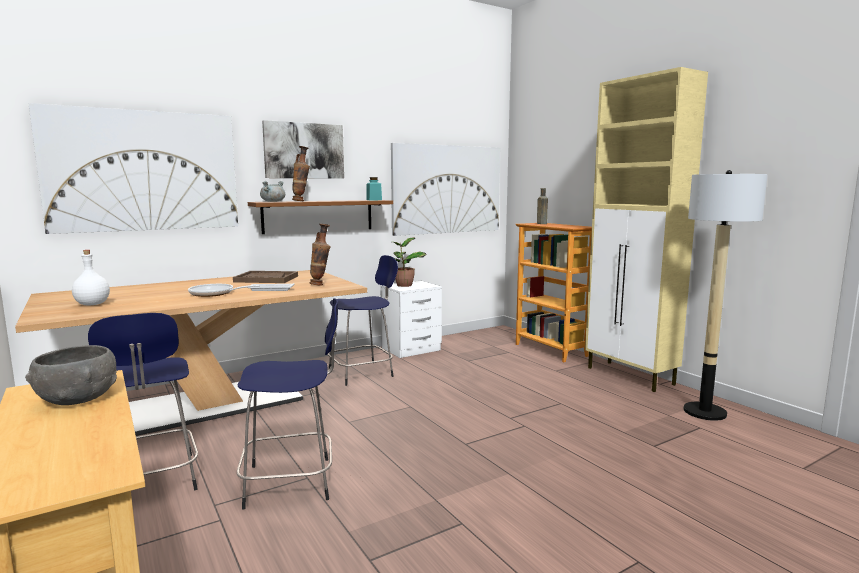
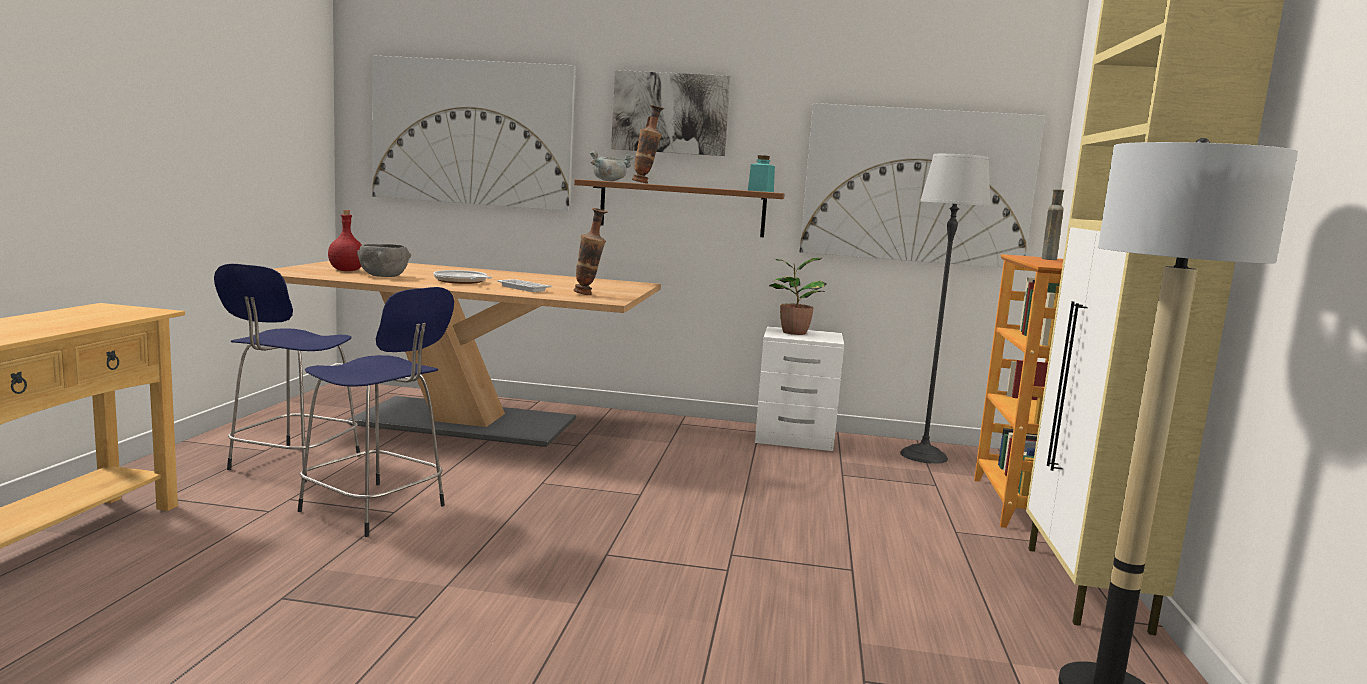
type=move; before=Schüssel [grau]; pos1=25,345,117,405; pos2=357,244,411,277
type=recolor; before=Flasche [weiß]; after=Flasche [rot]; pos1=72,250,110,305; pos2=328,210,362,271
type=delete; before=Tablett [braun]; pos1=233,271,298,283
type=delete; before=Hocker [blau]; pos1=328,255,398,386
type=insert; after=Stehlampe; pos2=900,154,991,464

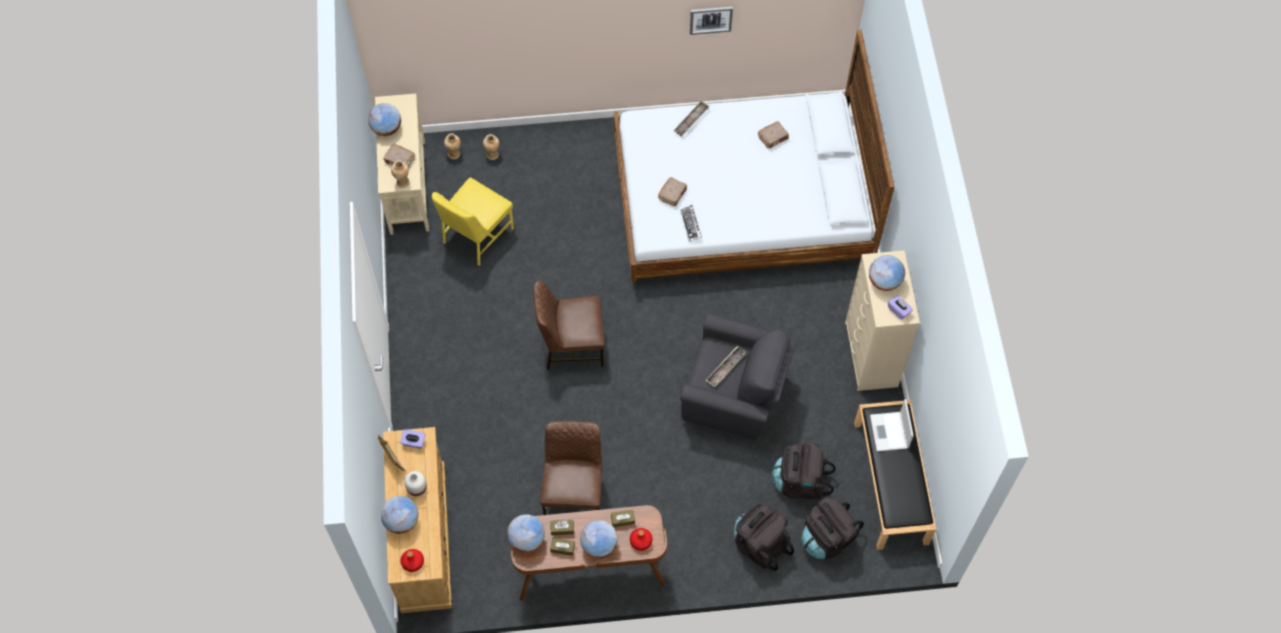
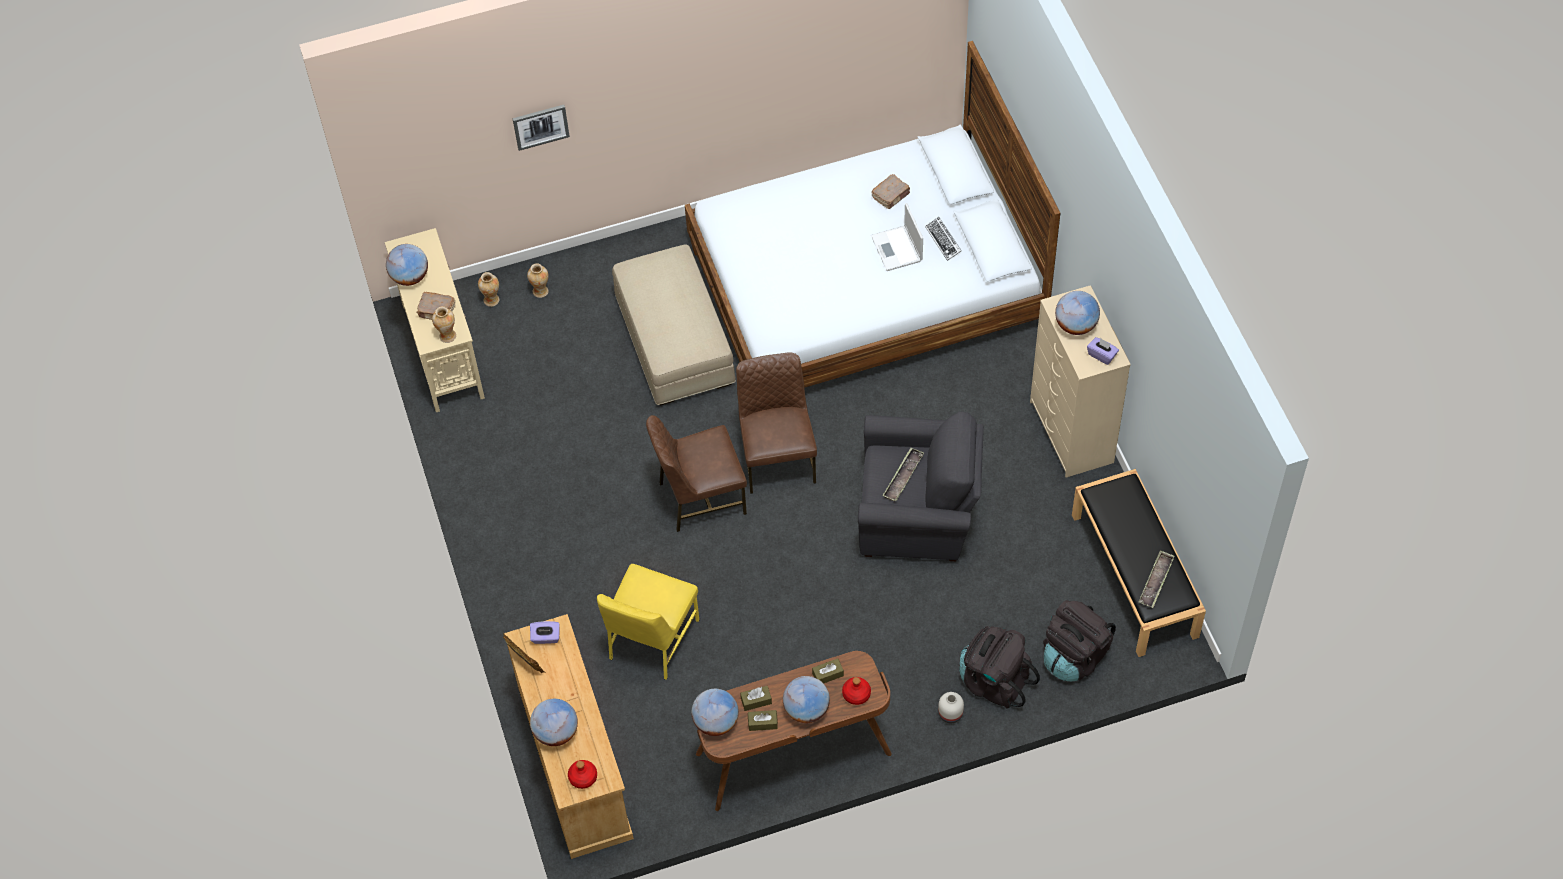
type=move; before=Vase [weiß]; pos1=404,471,427,496; pos2=938,692,964,723
type=move; before=Stuhl [gelb]; pos1=432,178,514,266; pos2=597,564,699,680
type=move; before=Stuhl [braun]; pos1=540,421,602,515; pos2=736,353,817,494
type=delete; before=Buch [braun]; pos1=658,177,687,206
type=move; before=Tablett; pos1=674,100,710,137; pos2=1139,550,1175,608
type=move; before=Tastatur; pos1=680,205,702,242; pos2=925,217,961,261
type=move; before=Bild; pos1=690,6,733,35; pos2=513,105,570,151
type=delete; before=Rucksack [schwarz]; pos1=771,442,836,499
type=move; before=Laptop; pos1=870,399,914,452; pos2=871,203,923,271
type=insert; after=Polsterhocker [beige]; pos2=612,245,736,406

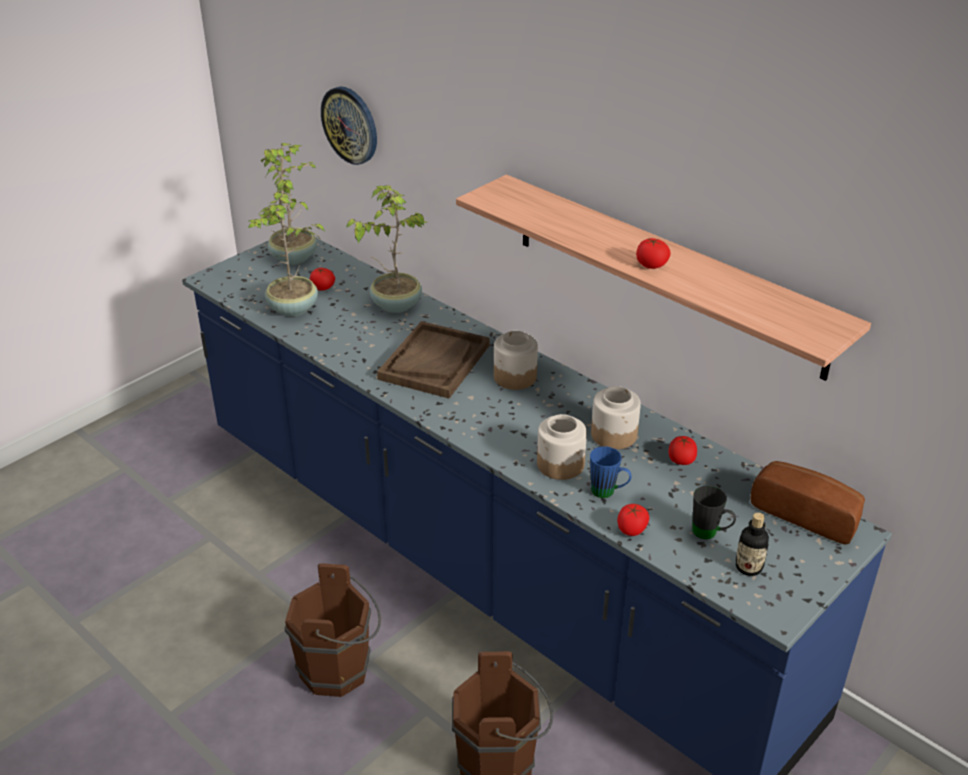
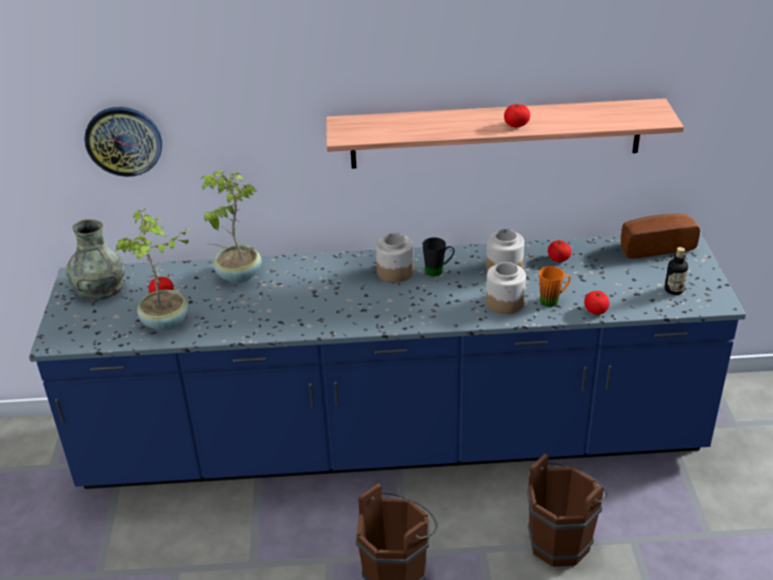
type=replace; before=Topfpflanze; after=Vase [grau]; pos1=260,143,317,265; pos2=66,219,125,300
type=delete; before=Tablett [braun]; pos1=377,321,490,398
type=recolor; before=Henkelbecher [blau]; after=Henkelbecher [orange]; pos1=590,446,632,498; pos2=539,266,571,307
type=move; before=Henkelbecher [schwarz]; pos1=692,485,736,539; pos2=422,237,454,276

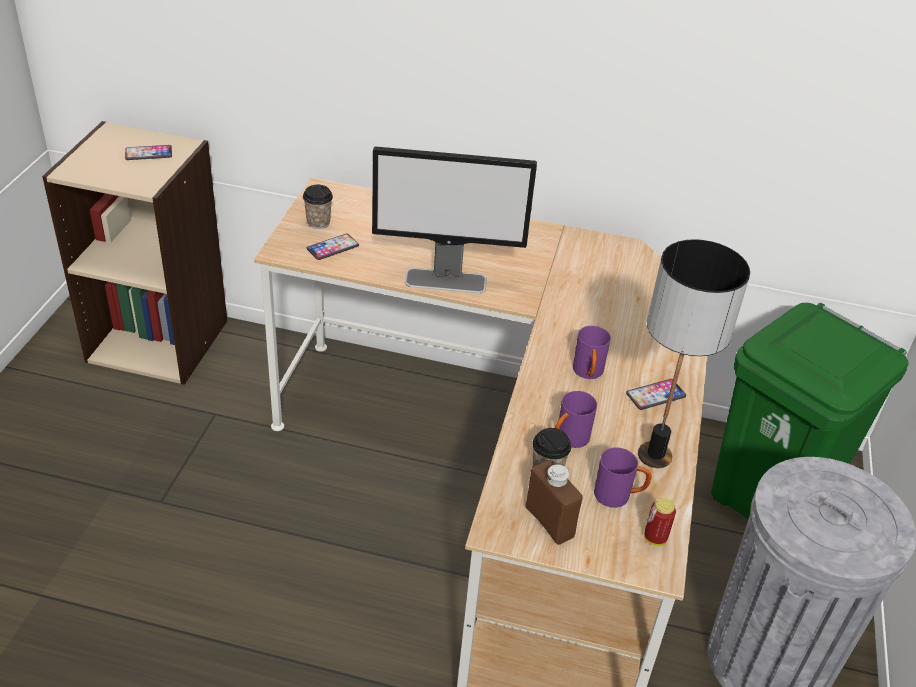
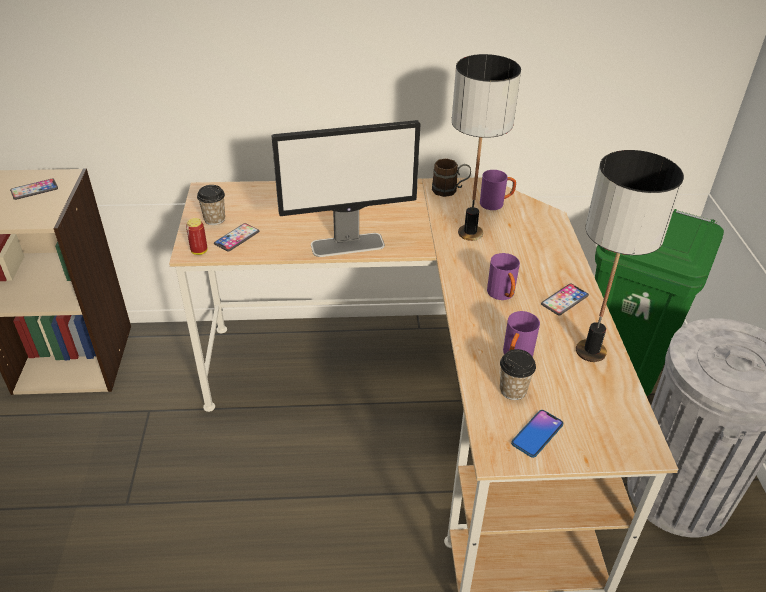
type=replace; before=Flasche [braun]; after=Handy; pos1=525,460,583,545; pos2=511,410,563,458
type=move; before=Henkelbecher [lila]; pos1=594,447,652,508; pos2=480,170,516,210
type=move; before=Dose; pos1=644,498,676,546; pos2=186,218,207,255
type=insert; after=Henkelbecher [braun]; pos2=432,158,471,197
type=insert; after=Tischlampe; pos2=451,54,521,241

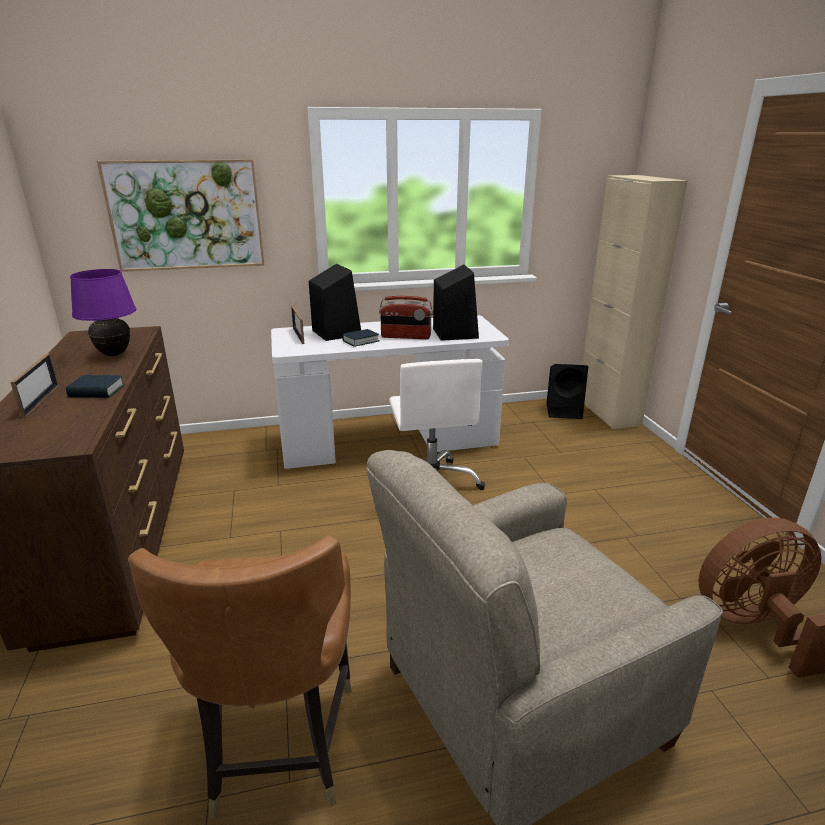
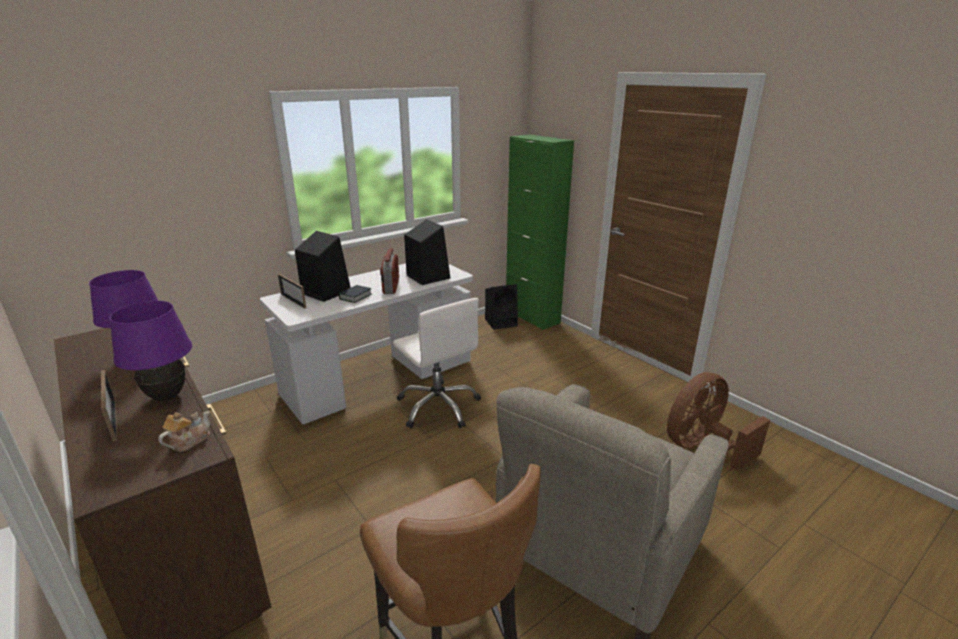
type=replace; before=Buch; after=Tischlampe [lila]; pos1=66,375,124,398; pos2=109,301,192,401
type=delete; before=Bild; pos1=97,159,264,272
type=rotate; before=Radio; pos1=379,296,433,339; pos2=380,248,399,294; turn=105
type=recolor; before=Schrank [beige]; after=Schrank [grün]; pos1=582,175,688,429; pos2=506,134,574,330
type=insert; after=Teekanne; pos2=158,411,210,452

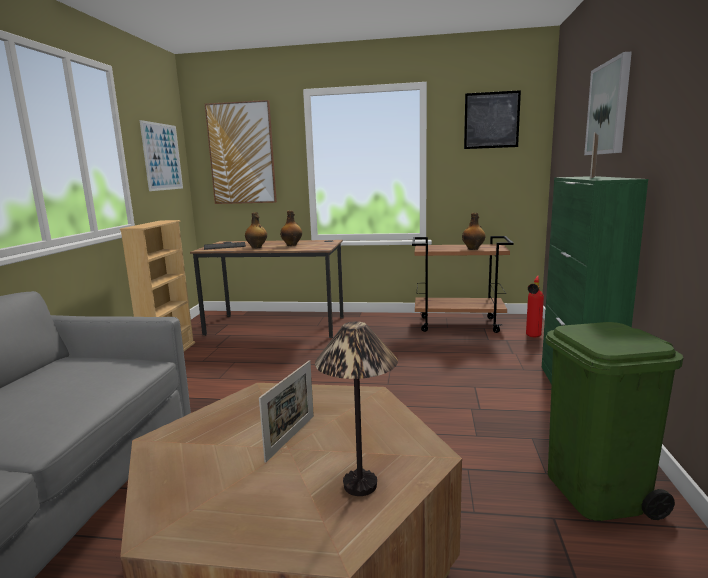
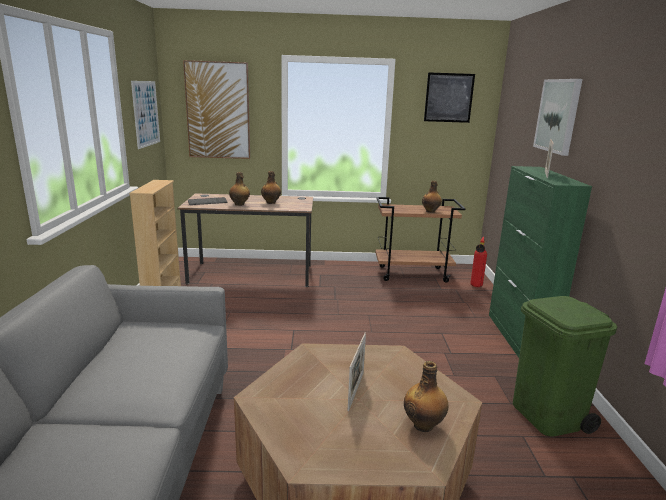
type=replace; before=Tischlampe; after=Flasche; pos1=315,321,398,496; pos2=404,361,448,432

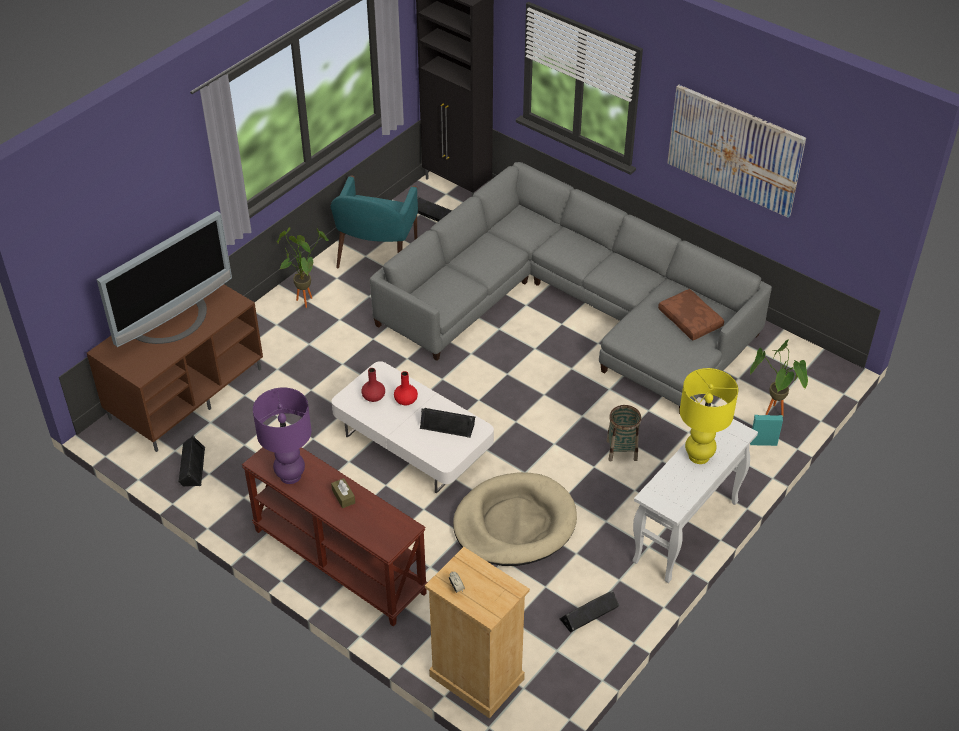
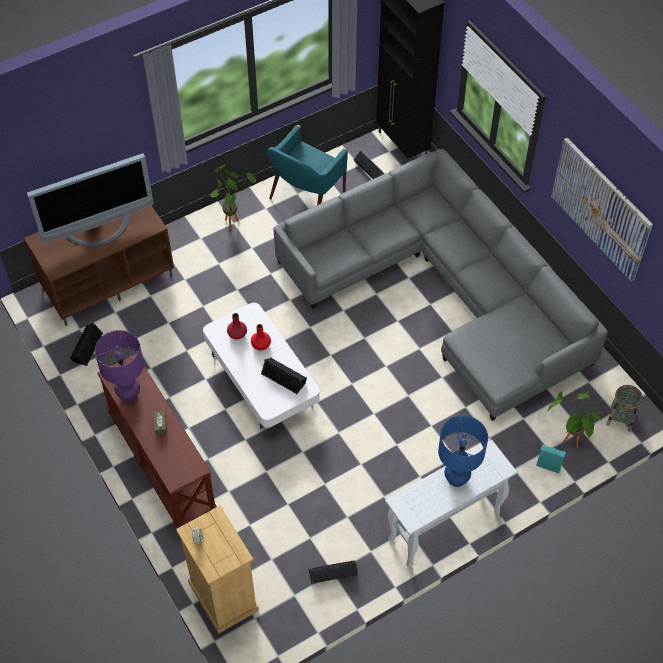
type=delete; before=Hundebett [beige]; pos1=453,472,577,566
type=move; before=Korb; pos1=606,405,641,462; pos2=606,385,643,432
type=delete; before=Kissen [braun]; pos1=658,289,724,341
type=recolor; before=Tischlampe [gelb]; after=Tischlampe [blau]; pos1=680,368,738,464; pos2=438,416,488,487

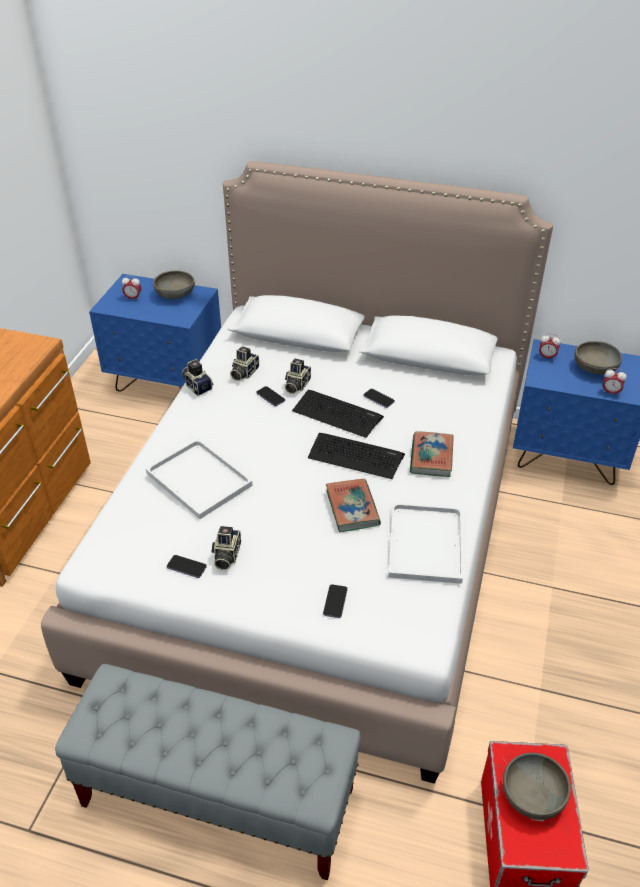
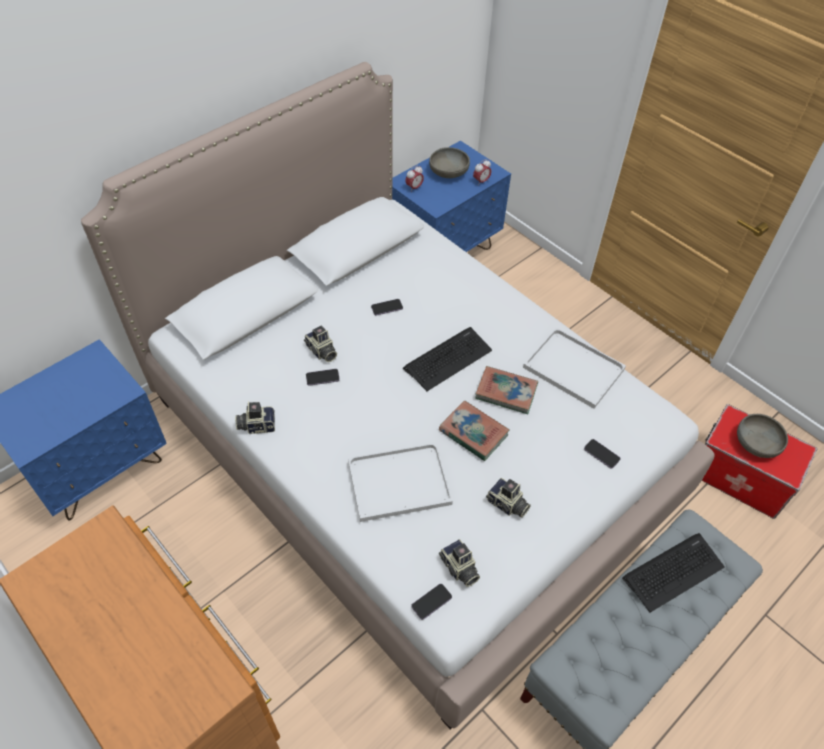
type=delete; before=Wecker; pos1=122,276,141,300
type=delete; before=Schüssel [grau]; pos1=153,270,195,299
type=move; before=Handy; pos1=167,555,207,578; pos2=411,584,452,620
type=move; before=Kamera; pos1=230,346,259,381; pos2=439,539,480,587
type=move; before=Tastatur; pos1=292,390,384,438; pos2=622,533,725,613
type=move; before=Buch; pos1=410,431,454,477; pos2=439,400,510,461

